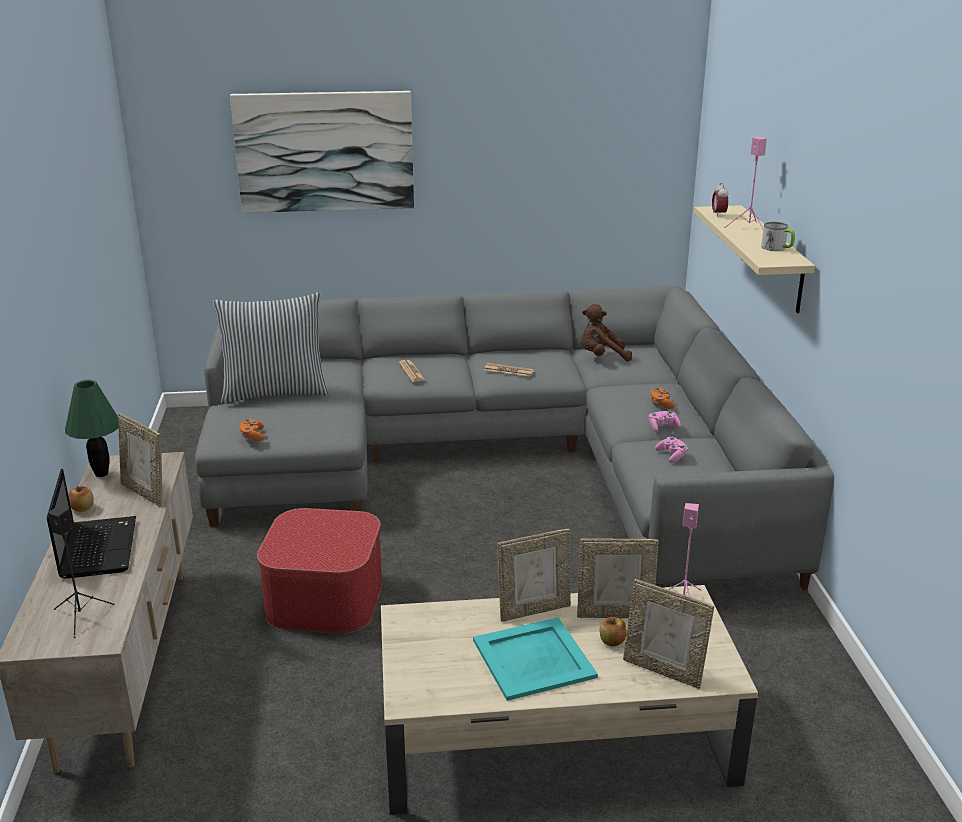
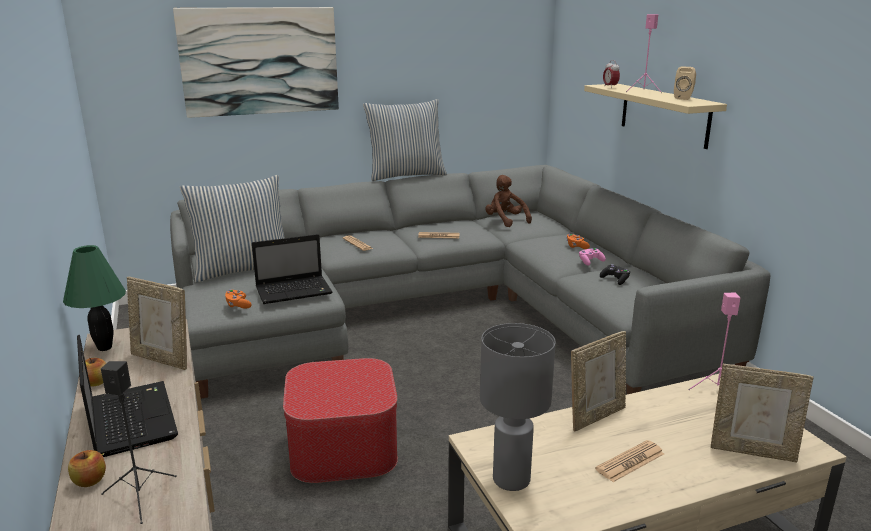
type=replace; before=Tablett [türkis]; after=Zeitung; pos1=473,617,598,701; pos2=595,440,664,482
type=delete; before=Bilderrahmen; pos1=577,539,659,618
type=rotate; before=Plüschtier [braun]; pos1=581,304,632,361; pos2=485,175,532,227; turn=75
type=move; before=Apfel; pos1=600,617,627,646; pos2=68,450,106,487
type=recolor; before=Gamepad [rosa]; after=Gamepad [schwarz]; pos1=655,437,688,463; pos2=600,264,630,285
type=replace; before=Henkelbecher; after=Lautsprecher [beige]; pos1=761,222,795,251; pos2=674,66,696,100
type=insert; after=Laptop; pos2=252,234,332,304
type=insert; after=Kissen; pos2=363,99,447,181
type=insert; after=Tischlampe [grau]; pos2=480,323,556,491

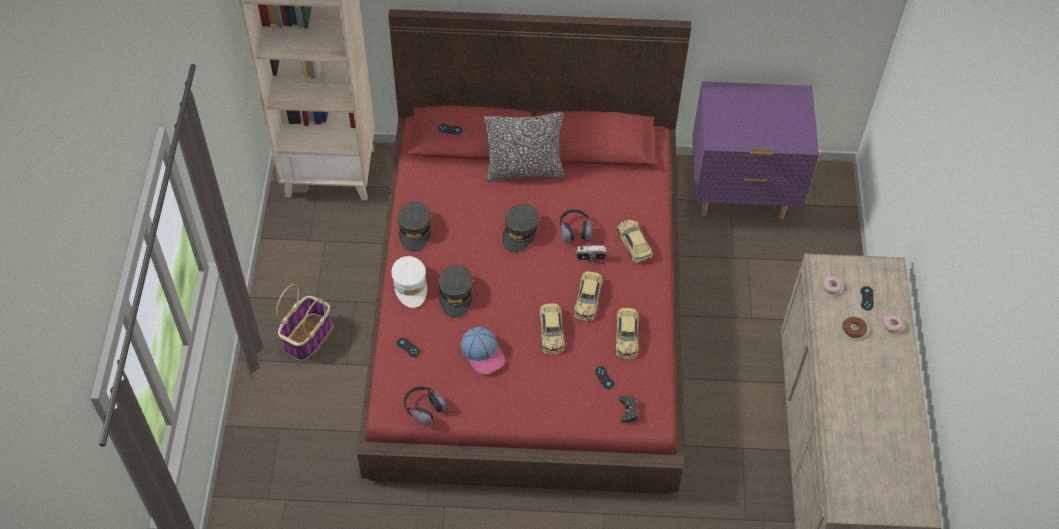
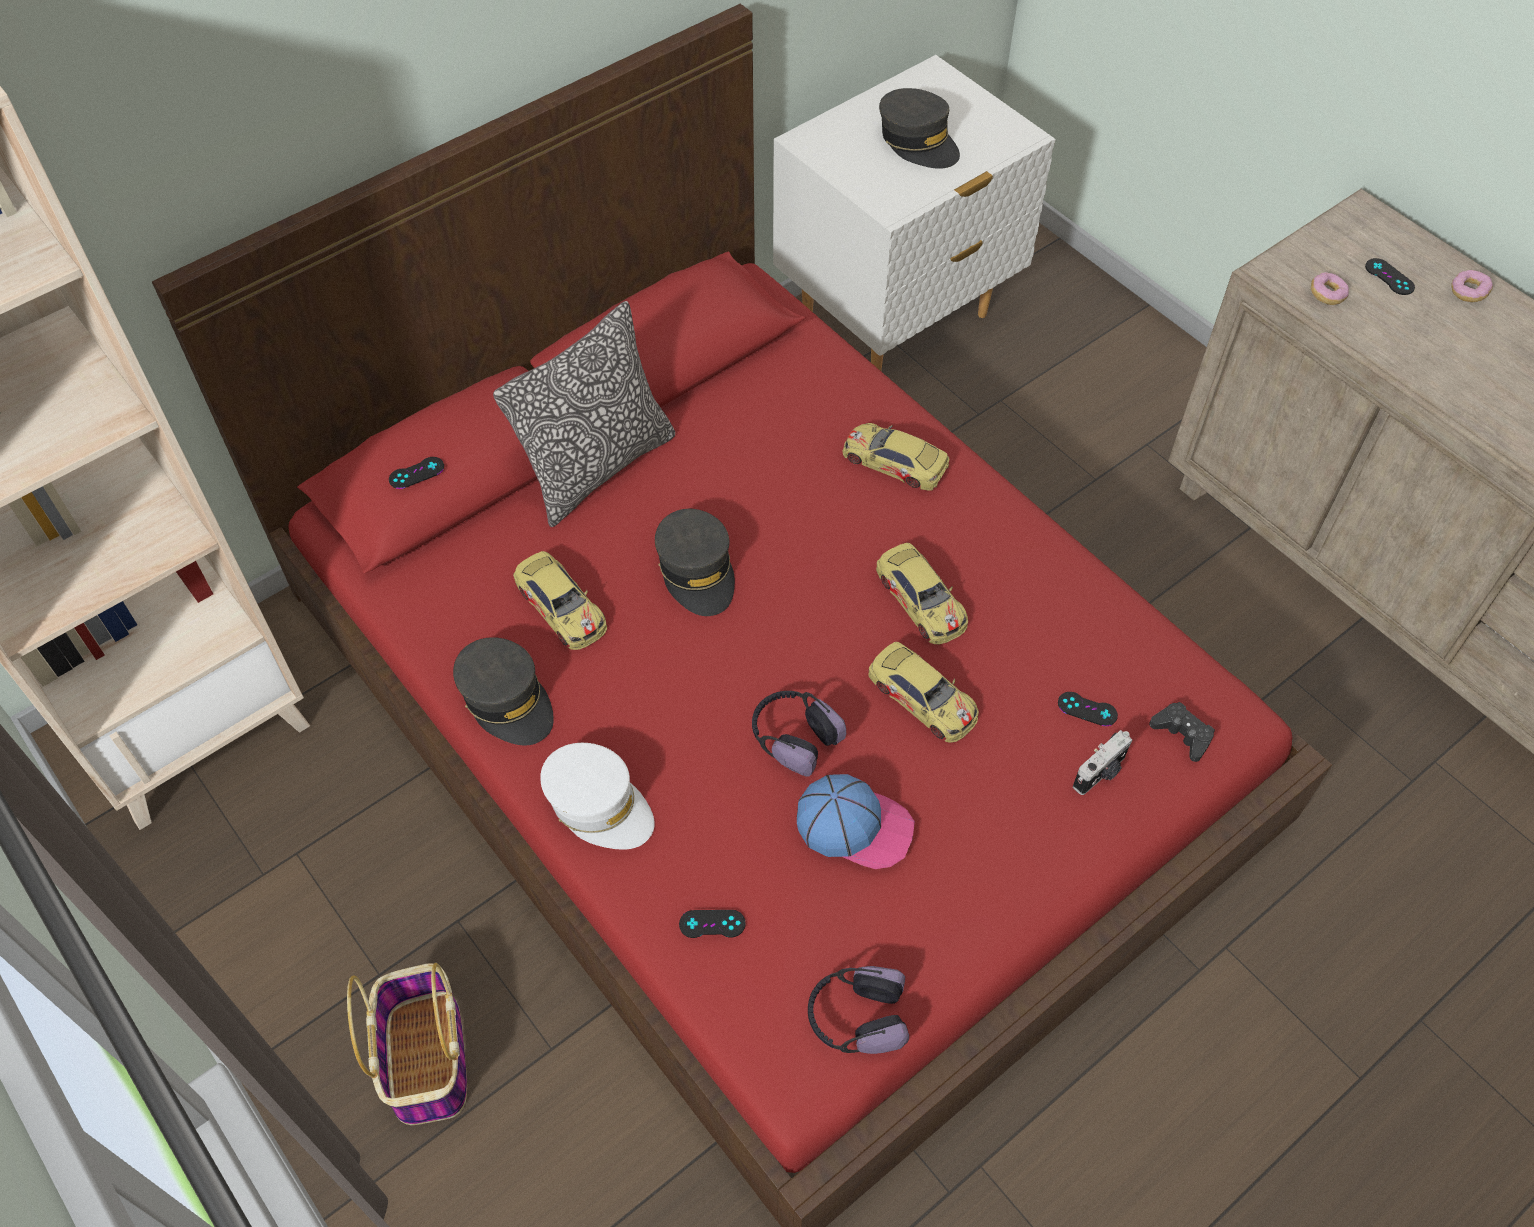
type=move; before=Kappe [grau]; pos1=438,265,473,318; pos2=879,88,960,169
type=move; before=Kopfhörer; pos1=560,209,592,244; pos2=752,691,846,777
type=move; before=Kamera; pos1=576,245,607,262; pos2=1073,730,1132,795
type=move; before=Spielzeugauto; pos1=615,308,639,359; pos2=513,551,607,650
type=recolor; before=Nachttisch [lila]; after=Nachttisch [weiß]; pos1=693,81,819,219; pos2=773,55,1056,371
type=delete; before=Donut; pos1=842,317,867,338

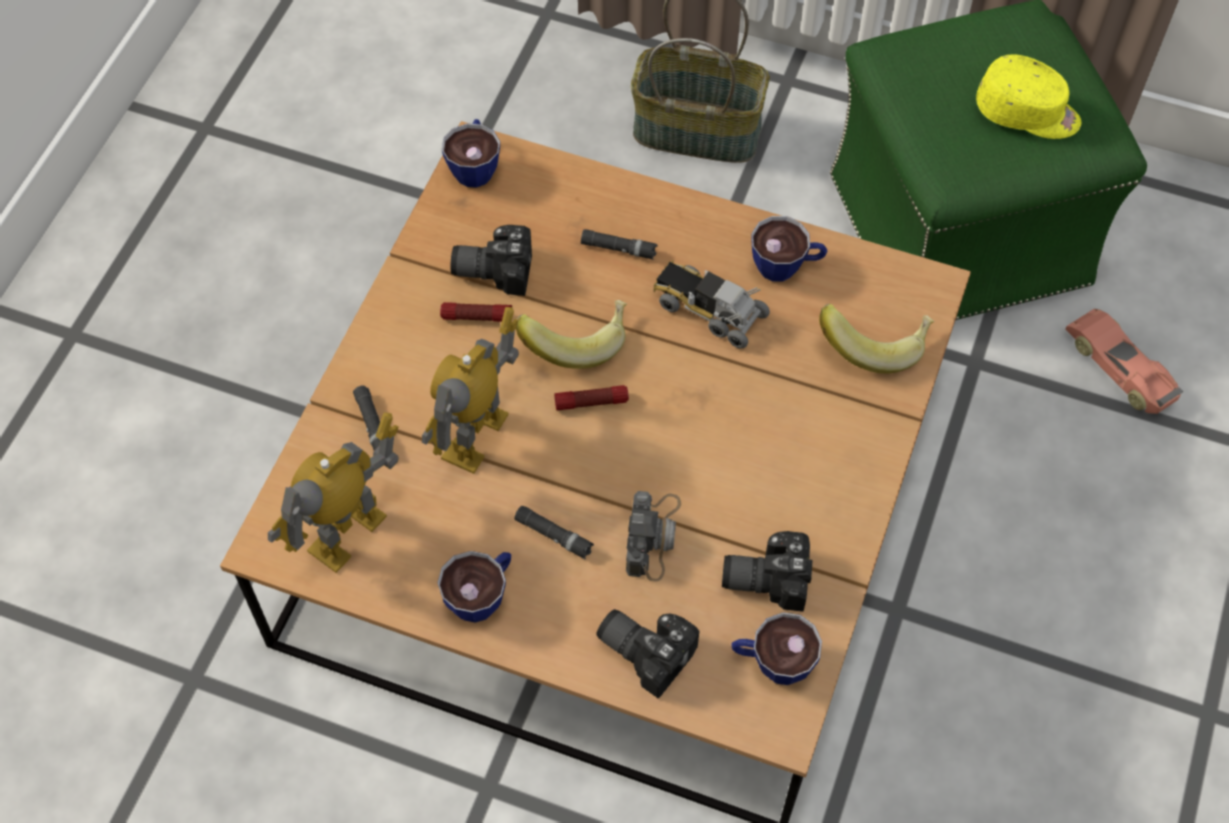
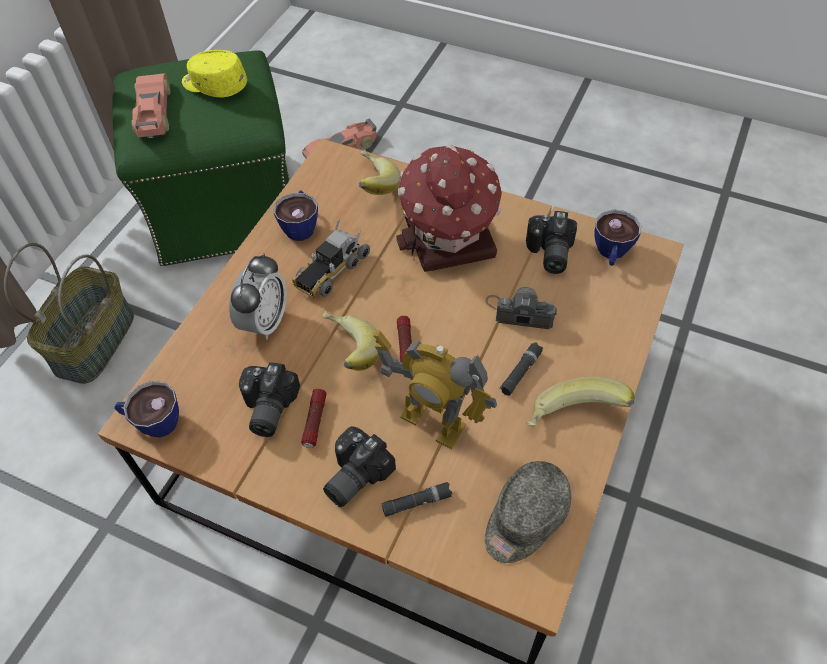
type=replace; before=Spielzeugroboter; after=Kappe [grau]; pos1=268,412,399,573; pos2=485,461,571,563
type=replace; before=Tasse; after=Banane; pos1=438,551,511,623; pos2=527,377,635,427
type=replace; before=Taschenlampe [schwarz]; after=Wecker; pos1=581,229,658,260; pos2=229,253,287,340
type=move; before=Kamera; pos1=596,609,699,698; pos2=323,426,396,507
type=rotate; before=Kappe [gelb]; pos1=976,54,1081,139; pos2=182,50,247,97; turn=-90
type=insert; after=Spielzeugauto; pos2=132,73,170,138
type=insert; after=Spielzeughaus; pos2=396,145,502,272

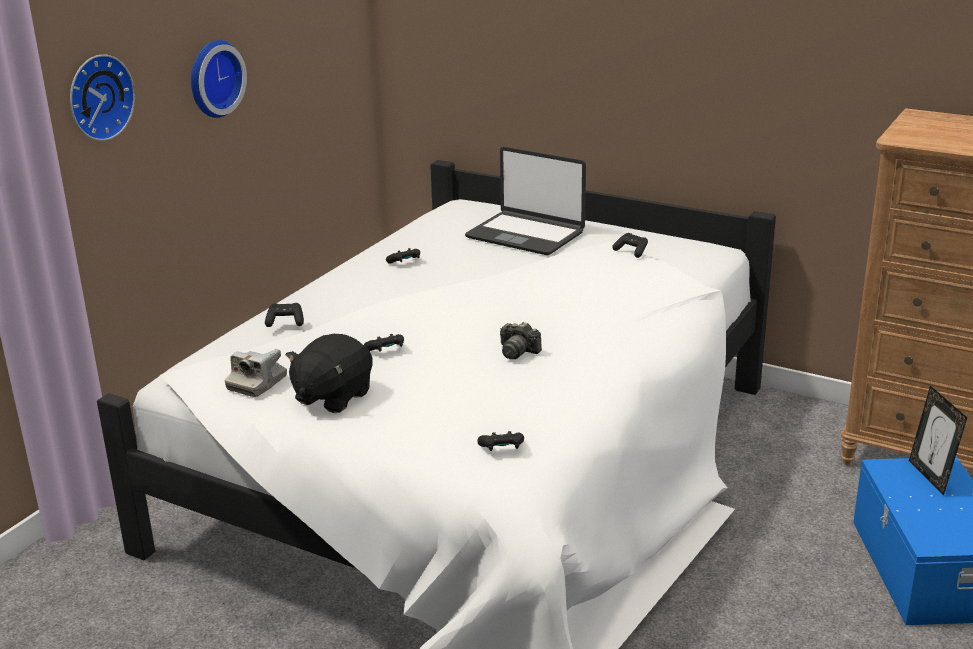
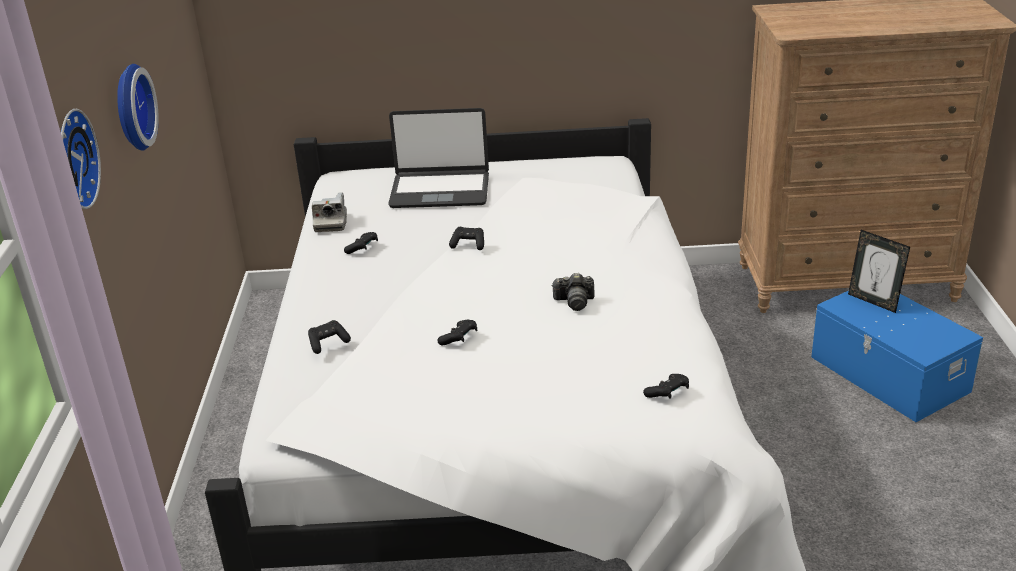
type=move; before=Kamera; pos1=225,349,287,397; pos2=312,192,347,232
type=delete; before=Plüschtier [schwarz]; pos1=286,334,373,413
type=move; before=Gamepad [schwarz]; pos1=612,233,648,258; pos2=449,227,484,250

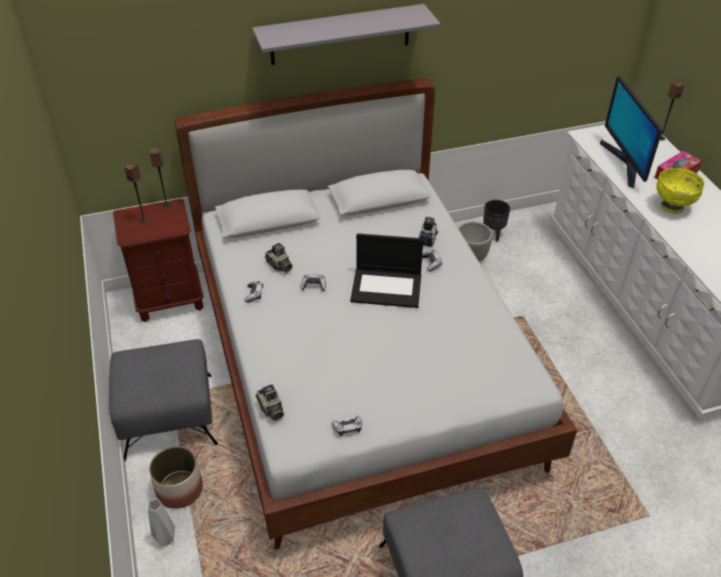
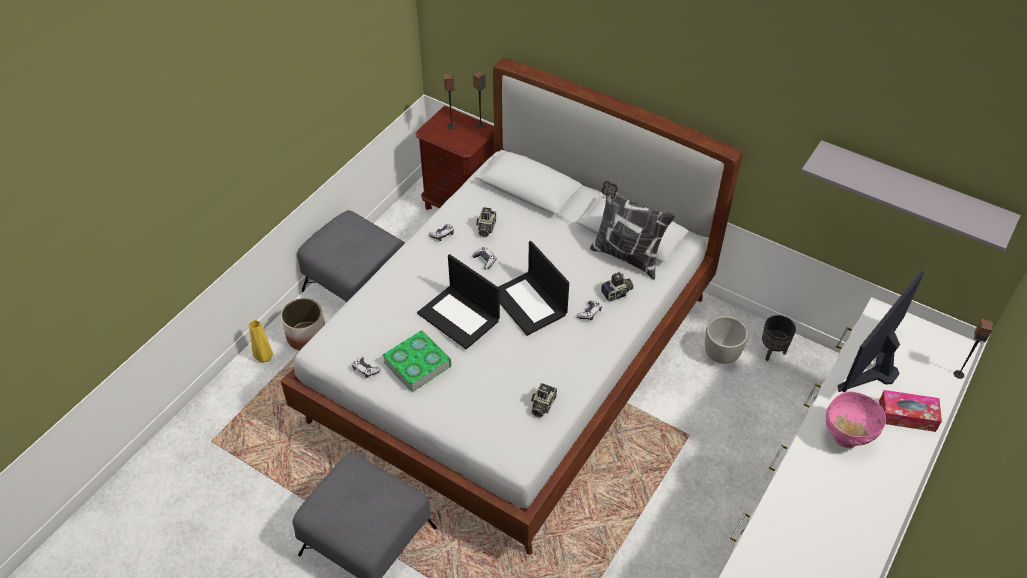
type=recolor; before=Vase [grau]; after=Vase [gelb]; pos1=148,499,175,546; pos2=249,320,273,363
type=move; before=Wandregal [grau]; pos1=252,4,440,65; pos2=801,140,1021,251
type=move; before=Kamera; pos1=255,384,284,421; pos2=531,383,557,418
type=recolor; before=Schüssel [gelb]; after=Schüssel [rosa]; pos1=656,168,705,214; pos2=826,391,886,448
type=insert; after=Buch; pos2=383,330,451,392
type=insert; after=Laptop; pos2=417,254,500,349
type=insert; after=Kissen; pos2=590,181,675,280

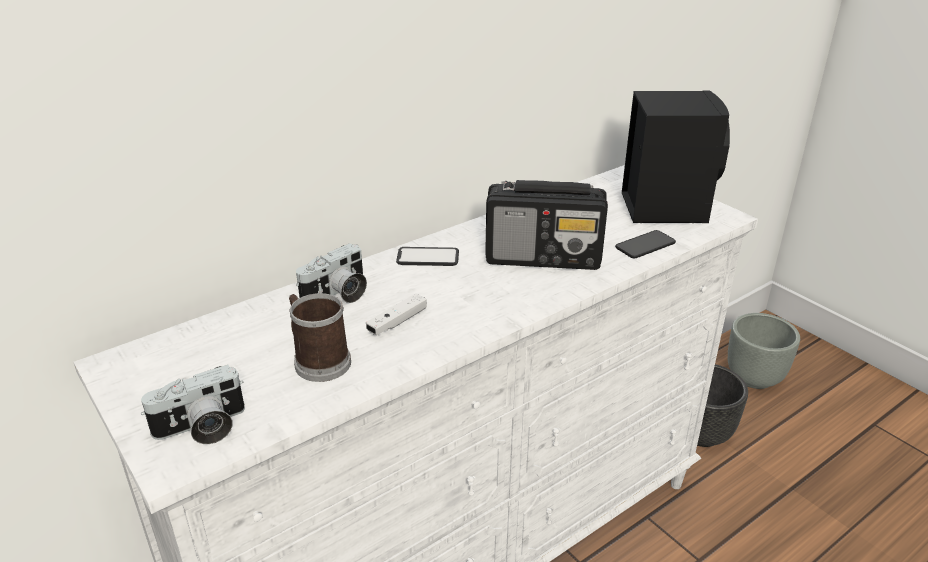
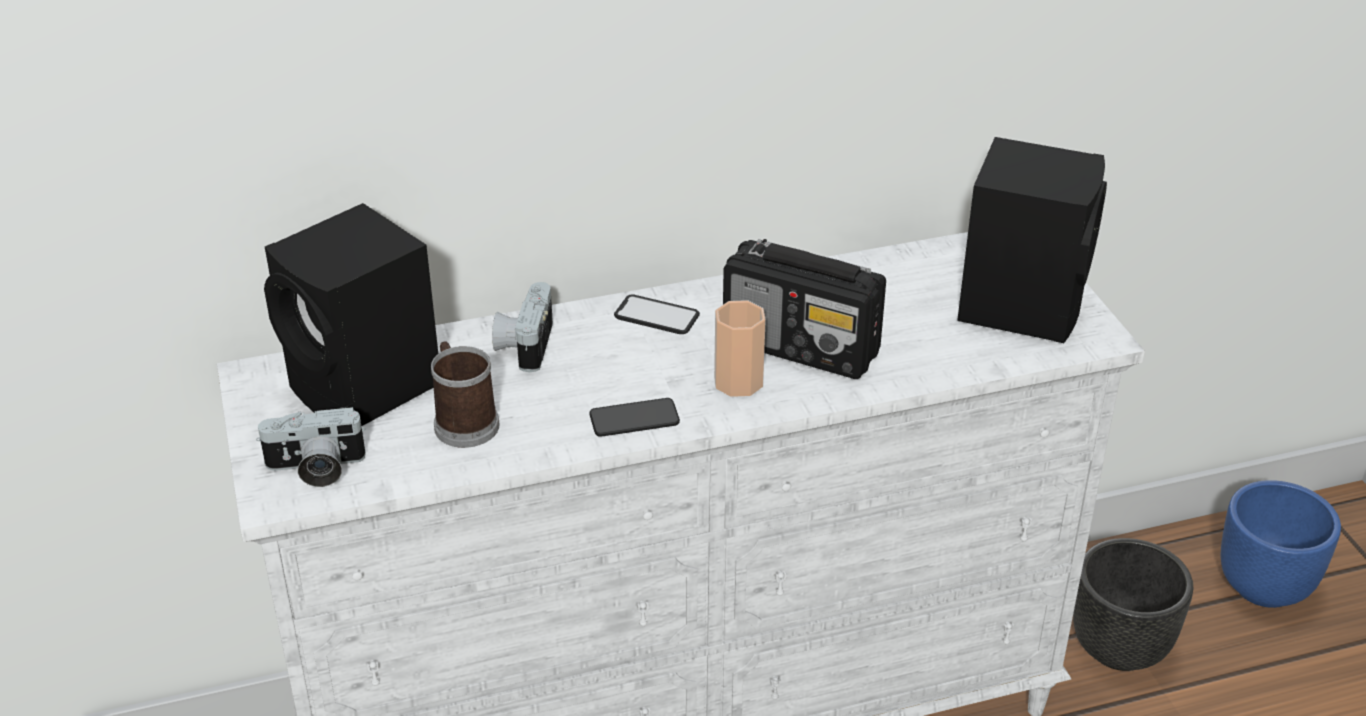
type=rotate; before=Kamera; pos1=296,243,367,303; pos2=492,282,553,372; turn=120
type=delete; before=Gamepad [weiß]; pos1=366,293,427,335
type=move; before=Handy; pos1=615,230,676,259; pos2=589,398,680,437
type=recolor; before=Pflanzkübel [grau]; after=Pflanzkübel [blau]; pos1=728,313,800,389; pos2=1220,480,1341,608
type=insert; after=Lautsprecher [schwarz]; pos2=264,203,438,426
type=insert; after=Tasse; pos2=714,300,766,397

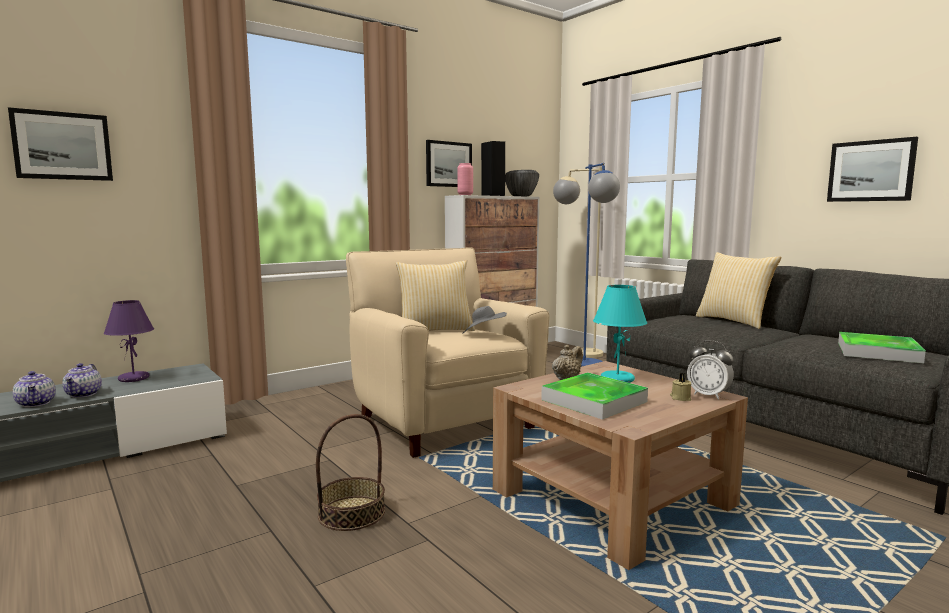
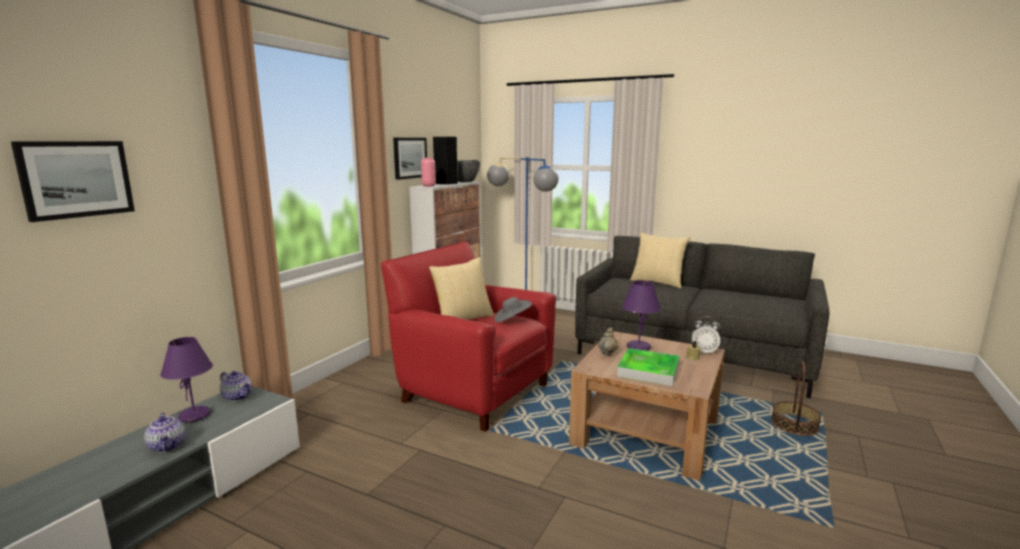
type=move; before=Teekanne; pos1=13,371,56,407; pos2=220,371,252,401
type=move; before=Korb; pos1=316,414,385,531; pos2=771,361,821,436
type=recolor; before=Sessel [beige]; after=Sessel [rot]; pos1=346,247,549,458; pos2=381,241,556,432
type=recolor; before=Tischlampe [türkis]; after=Tischlampe [lila]; pos1=593,285,647,383; pos2=622,280,661,351
type=delete; before=Bild; pos1=827,137,918,202
type=delete; before=Tablett; pos1=838,332,926,364

